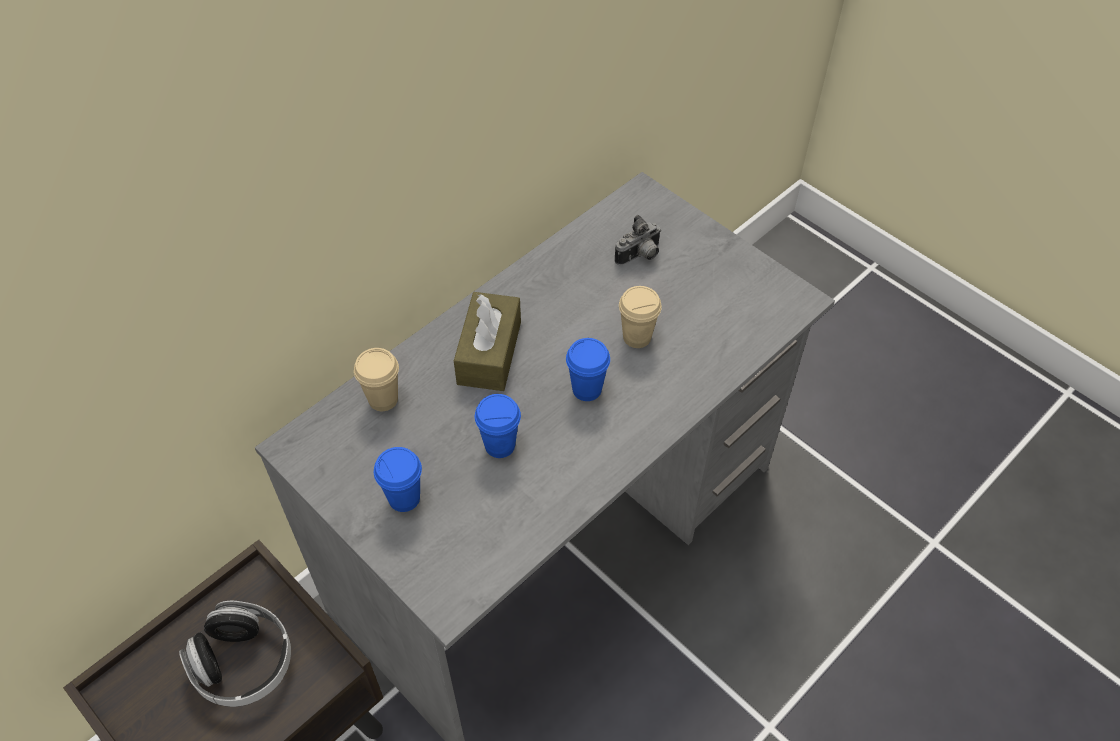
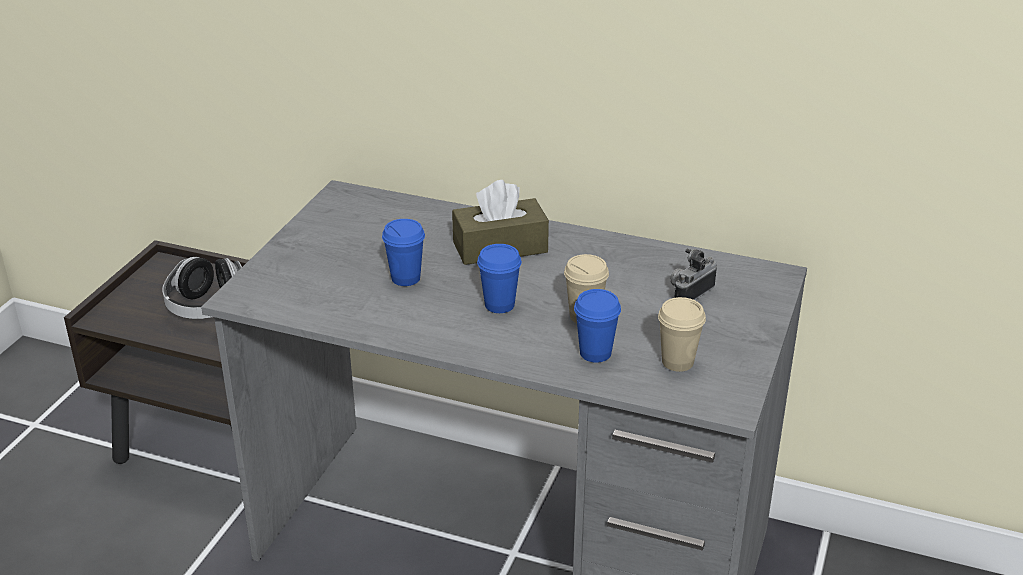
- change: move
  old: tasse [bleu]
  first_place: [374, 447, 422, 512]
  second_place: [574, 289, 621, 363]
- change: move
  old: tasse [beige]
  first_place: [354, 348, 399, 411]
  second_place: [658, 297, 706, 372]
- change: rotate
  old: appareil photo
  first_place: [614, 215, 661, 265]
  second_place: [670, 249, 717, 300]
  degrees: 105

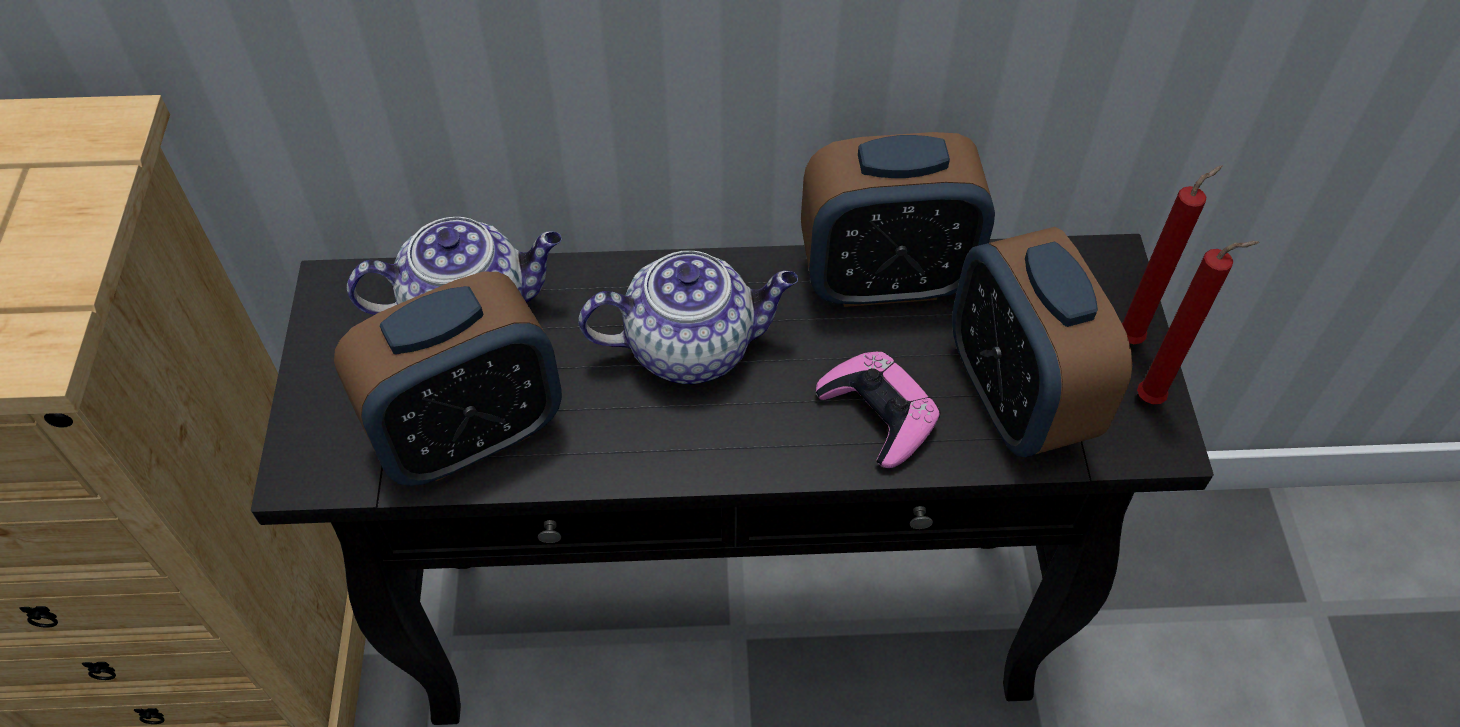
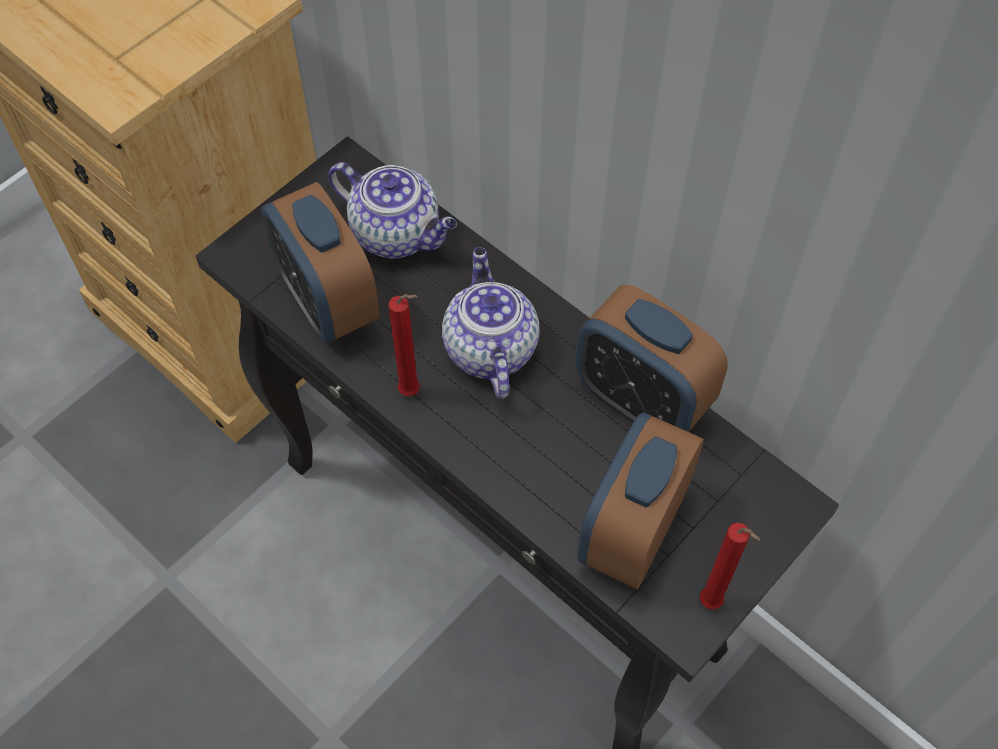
- change: rotate
  old: réveil
  first_place: [334, 271, 562, 486]
  second_place: [261, 182, 380, 343]
  degrees: 45
- change: move
  old: bougie [rouge]
  first_place: [1122, 165, 1222, 344]
  second_place: [388, 294, 420, 396]
- change: rotate
  old: théière
  first_place: [578, 251, 798, 384]
  second_place: [442, 247, 539, 399]
  degrees: -135
- change: delete
  old: manette [rose]
  first_place: [816, 352, 941, 468]

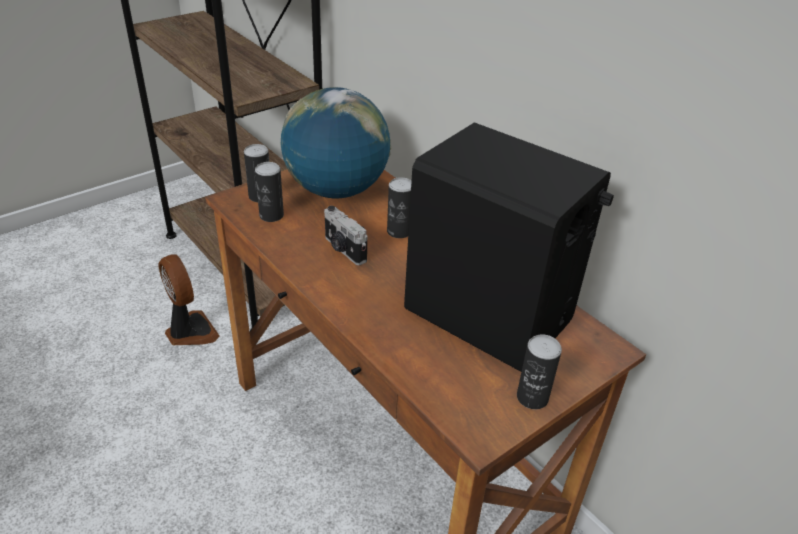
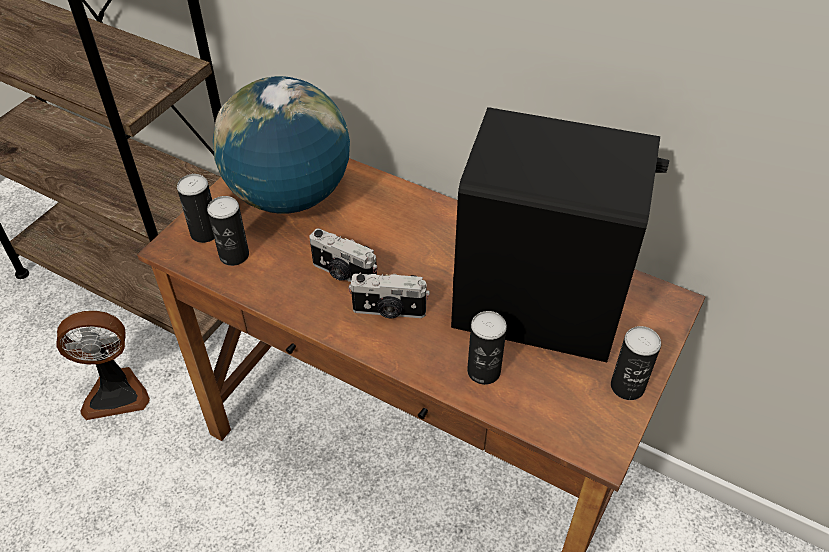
- change: rotate
  old: ventilateur
  first_place: [158, 254, 220, 345]
  second_place: [56, 311, 150, 420]
  degrees: 135
- change: insert
  new: appareil photo
  second_place: [349, 274, 430, 319]
- change: move
  old: boîte métallique
  first_place: [387, 177, 411, 238]
  second_place: [467, 311, 507, 385]

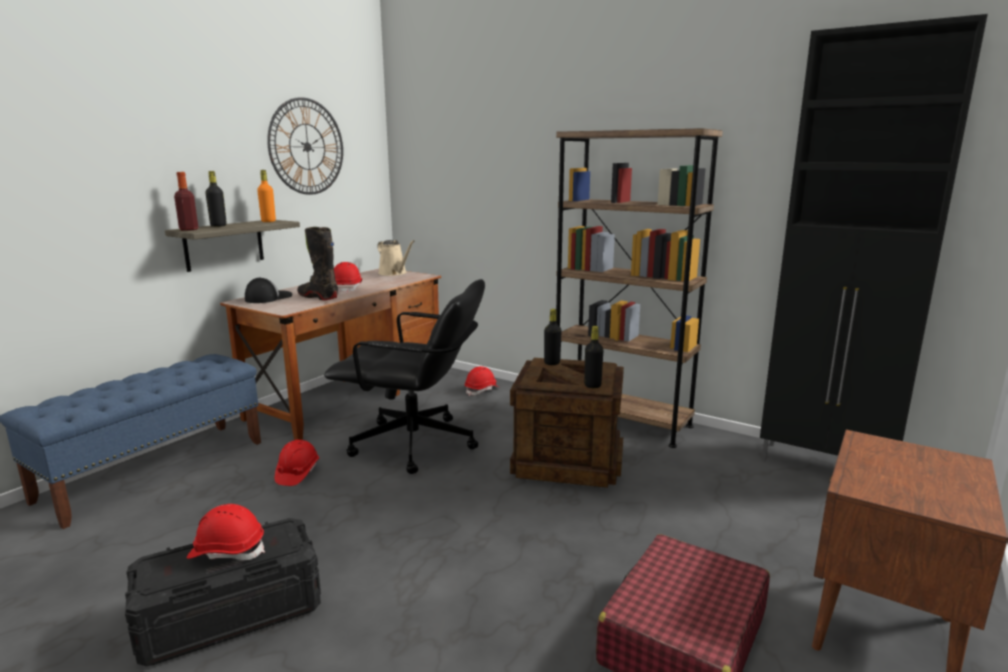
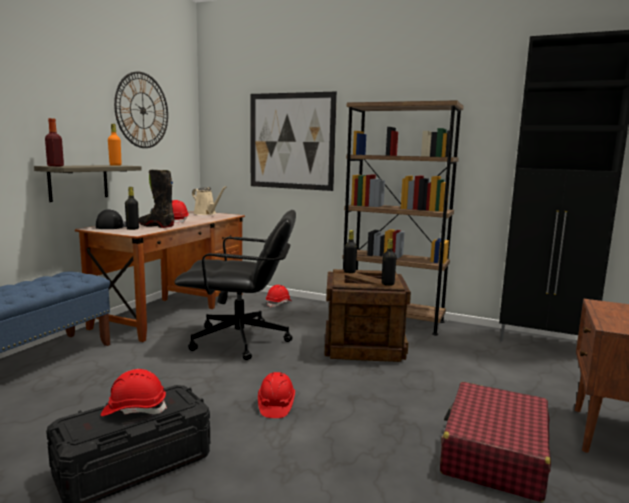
- change: move
  old: bouteille [noir]
  first_place: [205, 171, 227, 227]
  second_place: [125, 187, 139, 230]
- change: insert
  new: tableau
  second_place: [251, 92, 337, 191]
- change: move
  old: casque de chantier [rouge]
  first_place: [275, 440, 319, 486]
  second_place: [258, 372, 295, 418]

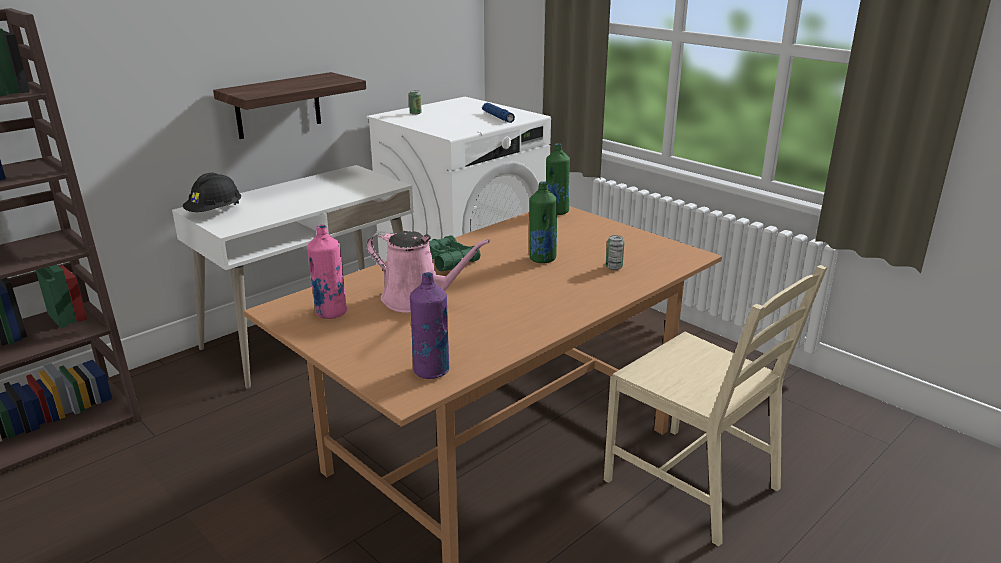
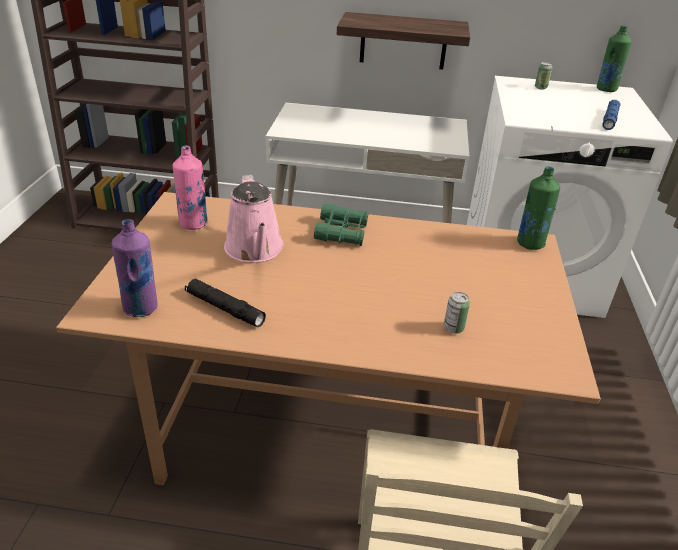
- change: insert
  new: lampe de poche [noir]
  second_place: [185, 279, 266, 327]
- change: move
  old: bouteille [vert]
  first_place: [529, 181, 557, 263]
  second_place: [597, 25, 632, 92]
- change: delete
  old: casque de chantier [noir]
  first_place: [183, 173, 241, 212]

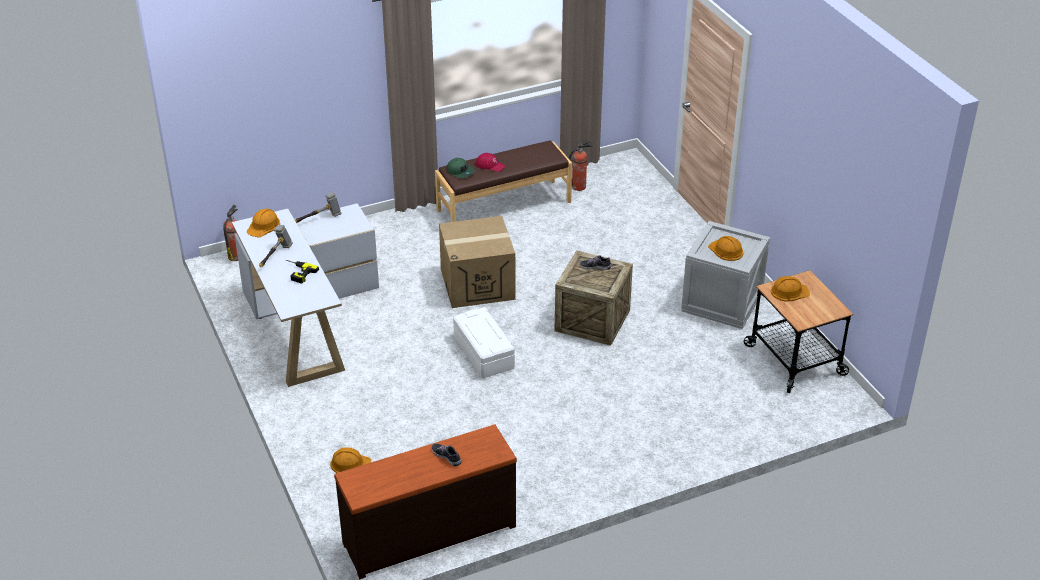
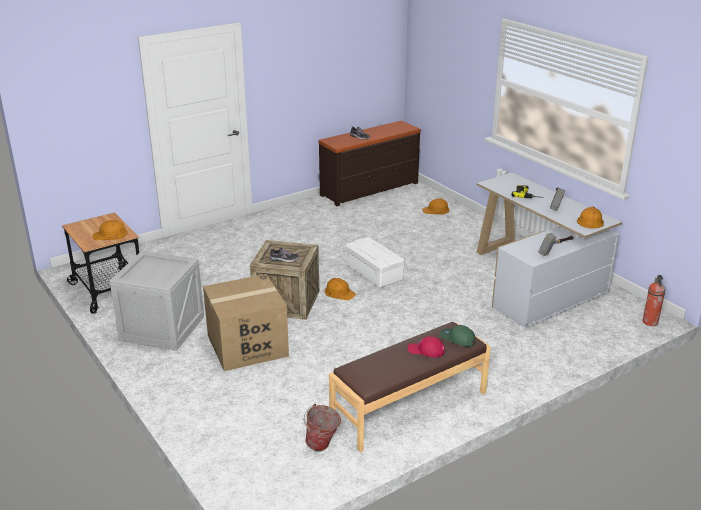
- change: move
  old: carton
  first_place: [439, 216, 515, 308]
  second_place: [203, 274, 289, 371]
- change: replace
  old: extincteur
  new: seau
  first_place: [569, 140, 593, 191]
  second_place: [304, 403, 341, 451]
- change: move
  old: casque de chantier [orange]
  first_place: [708, 236, 744, 261]
  second_place: [325, 278, 356, 300]

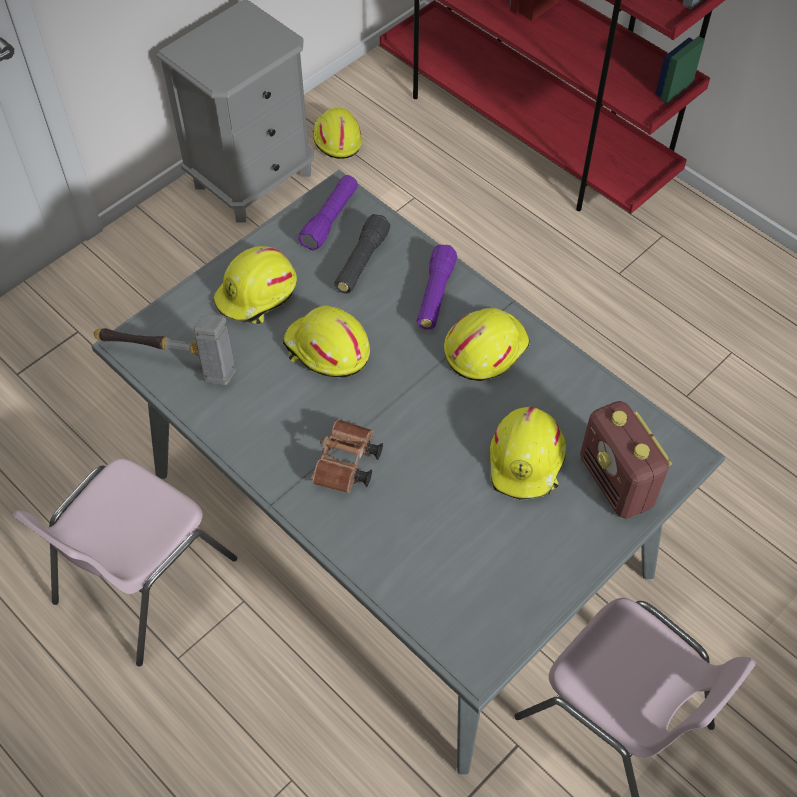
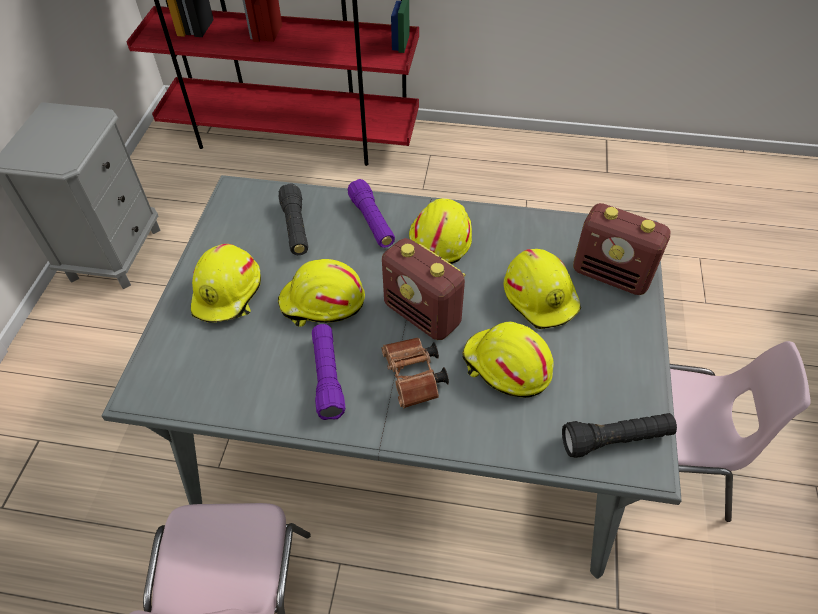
- change: move
  old: lampe de poche [violet]
  first_place: [298, 175, 358, 251]
  second_place: [312, 324, 346, 420]
- change: insert
  new: radio
  second_place: [382, 238, 466, 340]
- change: move
  old: casque de chantier [jaune]
  first_place: [312, 108, 362, 159]
  second_place: [463, 322, 554, 398]
- change: insert
  new: lampe de poche [noir]
  second_place: [562, 413, 677, 458]
- change: delete
  old: marteau
  first_place: [93, 314, 236, 385]

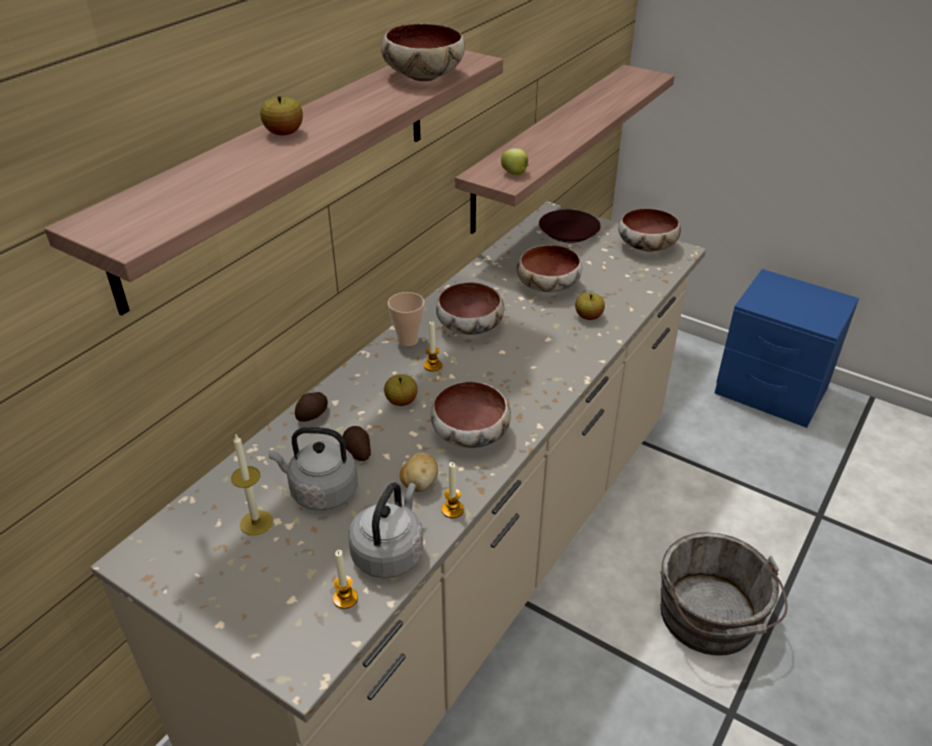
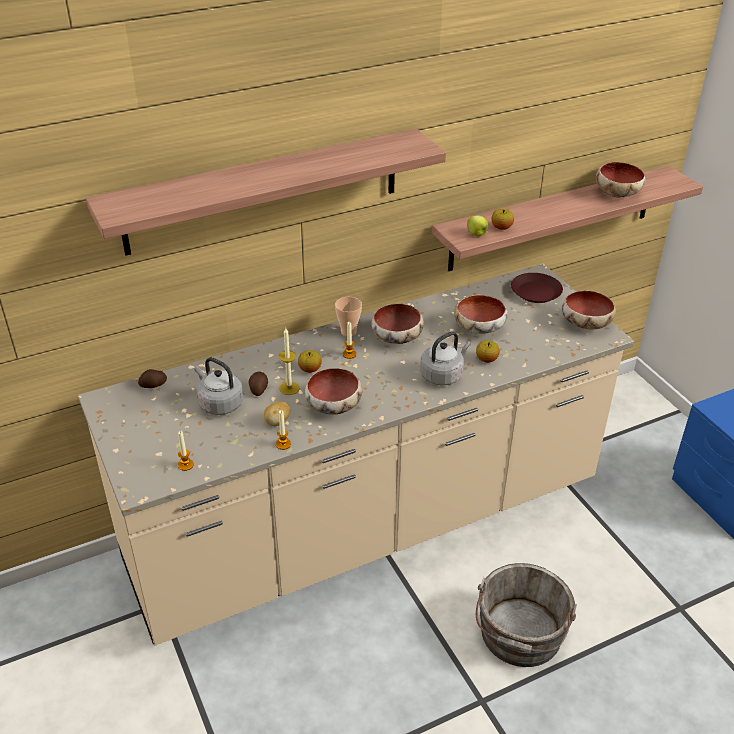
- change: move
  old: pomme de terre
  first_place: [295, 392, 328, 422]
  second_place: [138, 369, 167, 388]
- change: move
  old: bougie
  first_place: [231, 435, 273, 535]
  second_place: [279, 328, 300, 395]
- change: move
  old: bouilloire [gris]
  first_place: [348, 482, 424, 578]
  second_place: [420, 332, 471, 386]
- change: move
  old: pomme
  first_place: [260, 96, 303, 135]
  second_place: [492, 209, 514, 230]
- change: move
  old: bol
  first_place: [381, 24, 465, 81]
  second_place: [596, 162, 645, 198]

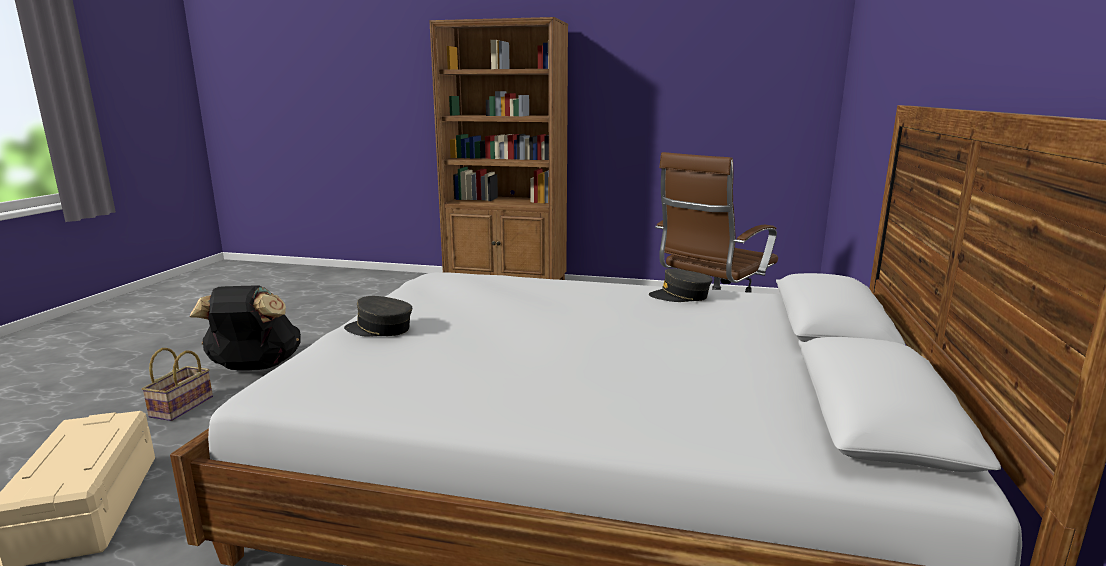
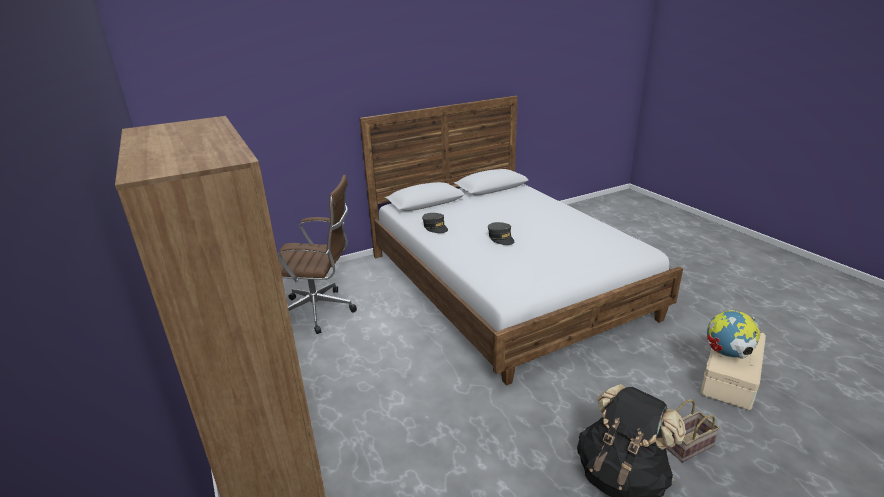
- change: move
  old: casquette [gris]
  first_place: [344, 296, 412, 337]
  second_place: [488, 222, 514, 245]
- change: insert
  new: globe
  second_place: [707, 310, 761, 359]

